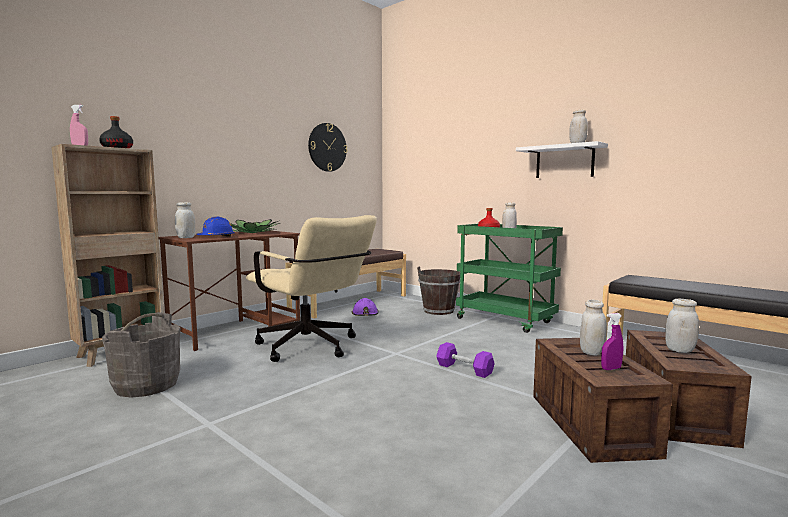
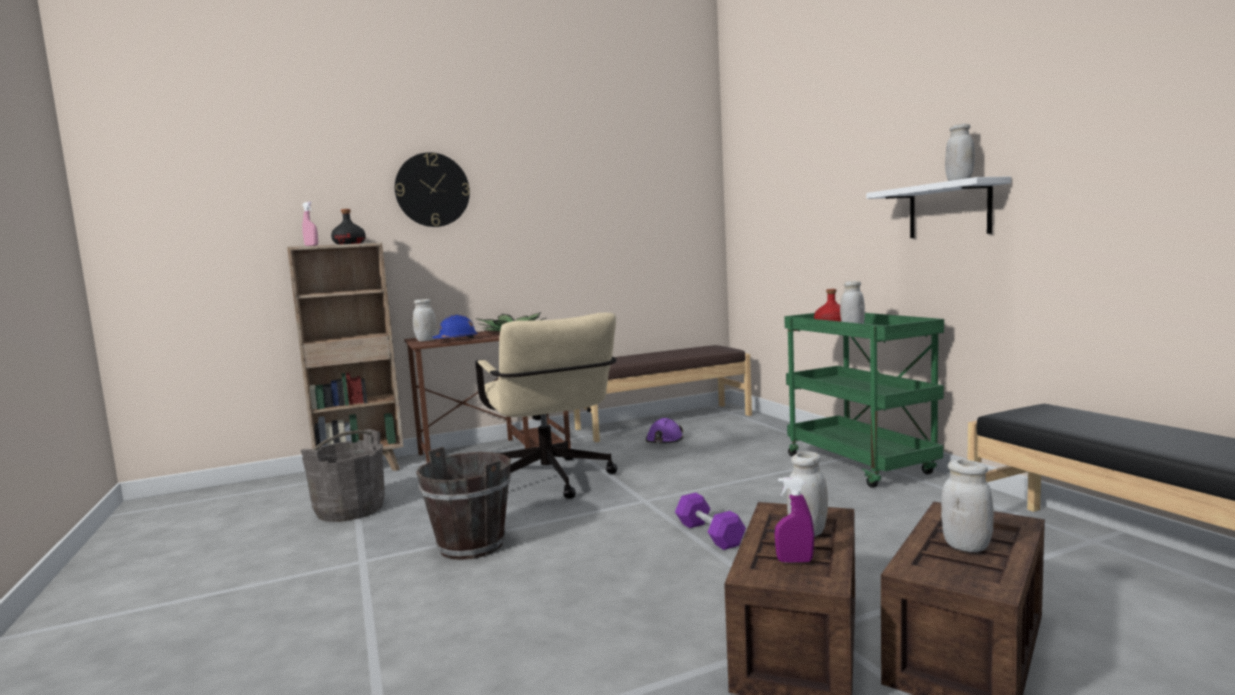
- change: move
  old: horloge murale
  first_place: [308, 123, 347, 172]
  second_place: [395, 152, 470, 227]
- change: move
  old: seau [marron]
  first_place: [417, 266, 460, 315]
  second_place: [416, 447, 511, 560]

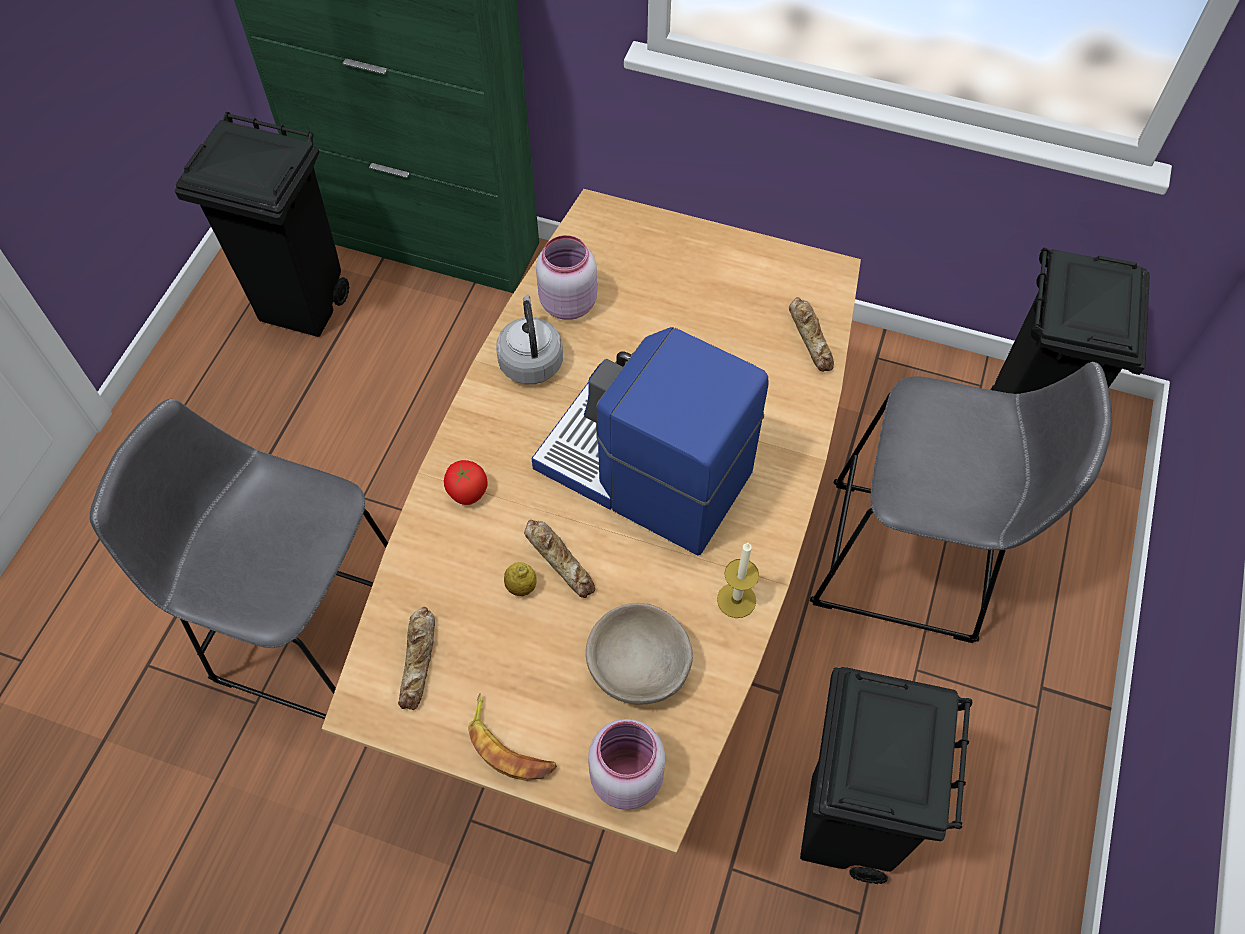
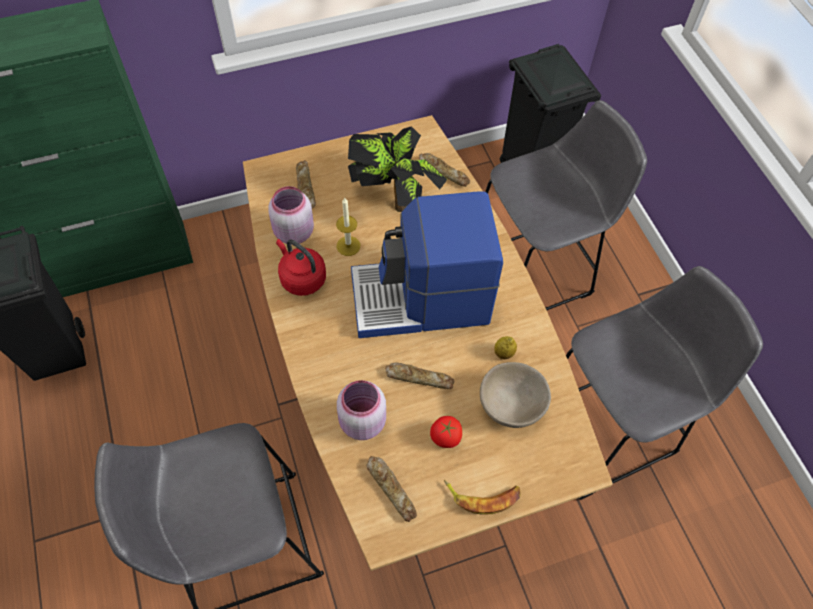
- change: recolor
  old: bouilloire [gris]
  new: bouilloire [rouge]
  first_place: [496, 295, 563, 384]
  second_place: [276, 239, 326, 296]
- change: insert
  new: pain
  second_place: [296, 160, 316, 208]
- change: move
  old: bougie
  first_place: [717, 543, 759, 618]
  second_place: [336, 198, 360, 256]
- change: move
  old: bocal [rose]
  first_place: [588, 719, 665, 810]
  second_place: [337, 380, 386, 440]
- change: insert
  new: plante en pot
  second_place: [348, 126, 447, 212]
- change: move
  old: tomate
  first_place: [444, 460, 488, 505]
  second_place: [430, 416, 462, 448]
- change: move
  old: citron
  first_place: [504, 562, 537, 596]
  second_place: [494, 336, 517, 359]
- change: replace
  old: poubelle [noir]
  new: tabouret [gris]
  first_place: [800, 667, 972, 884]
  second_place: [566, 266, 763, 500]

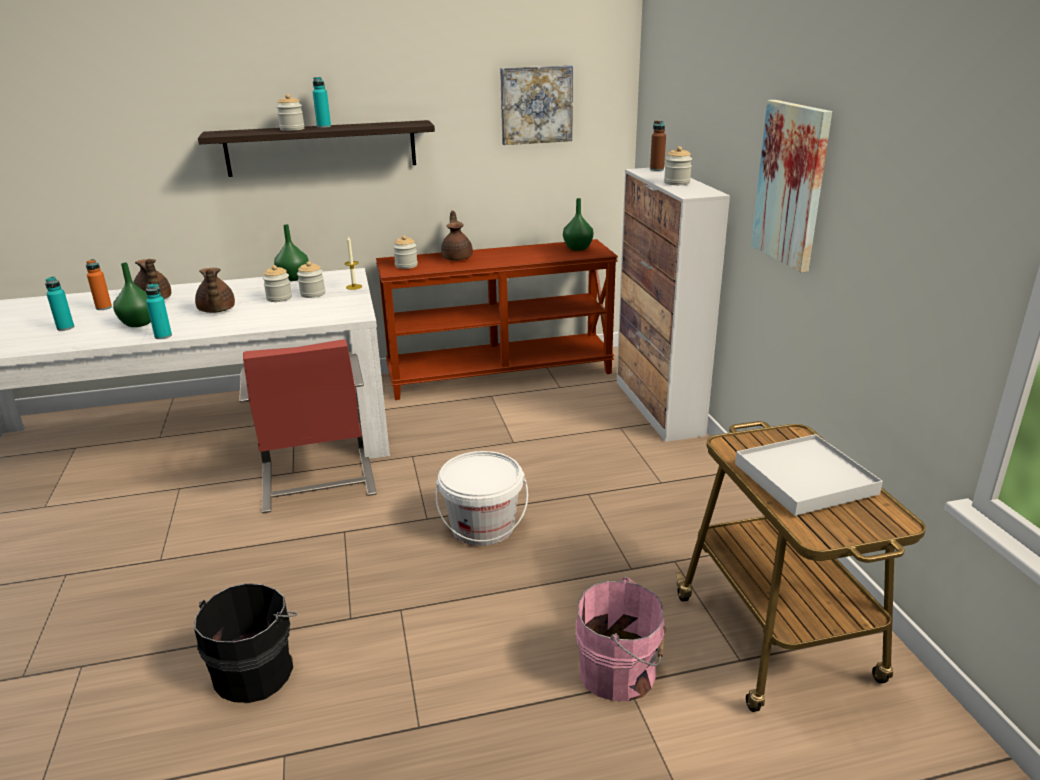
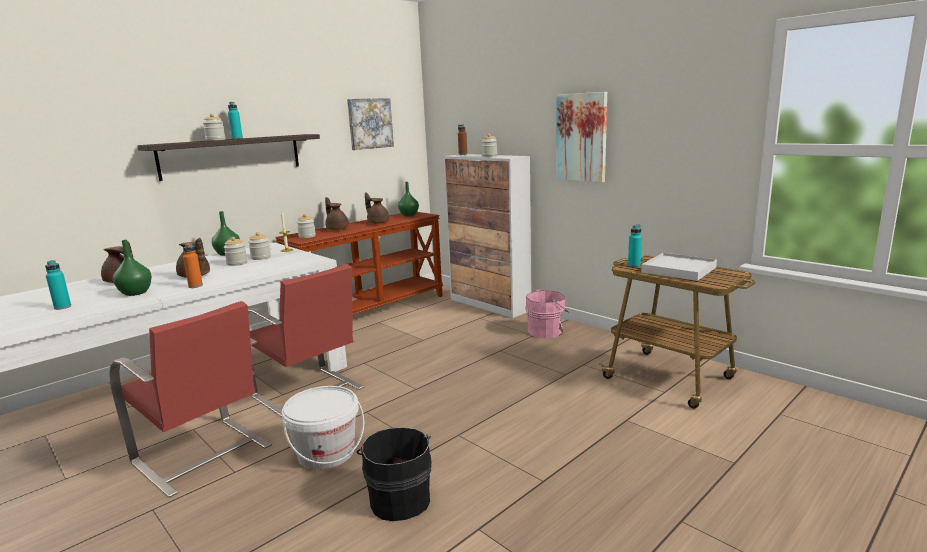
- change: insert
  new: chaise [rouge]
  second_place: [109, 301, 272, 498]
- change: move
  old: bouteille [orange]
  first_place: [86, 259, 112, 310]
  second_place: [183, 243, 203, 288]
- change: move
  old: seau [blanc]
  first_place: [436, 451, 528, 546]
  second_place: [282, 386, 364, 470]
- change: insert
  new: théière [marron]
  second_place: [365, 193, 389, 224]
- change: move
  old: seau [rose]
  first_place: [576, 577, 666, 701]
  second_place: [525, 289, 569, 338]
- change: move
  old: bouteille [turquoise]
  first_place: [146, 284, 172, 339]
  second_place: [628, 224, 642, 267]

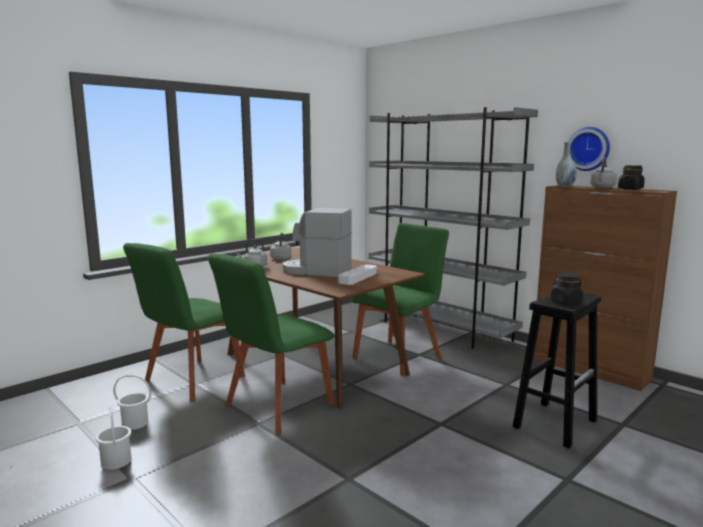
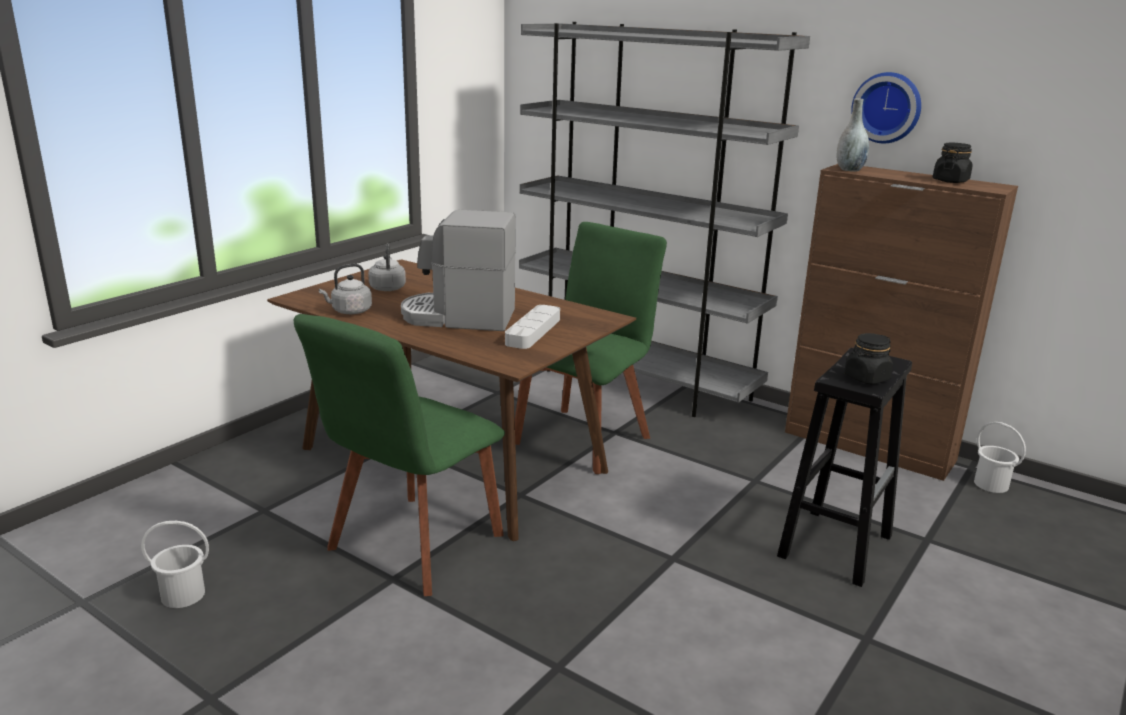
- change: move
  old: seau [blanc]
  first_place: [95, 404, 131, 470]
  second_place: [974, 422, 1026, 493]
- change: delete
  old: chaise [vert]
  first_place: [123, 243, 245, 402]
- change: delete
  old: bouilloire [gris]
  first_place: [590, 157, 617, 188]

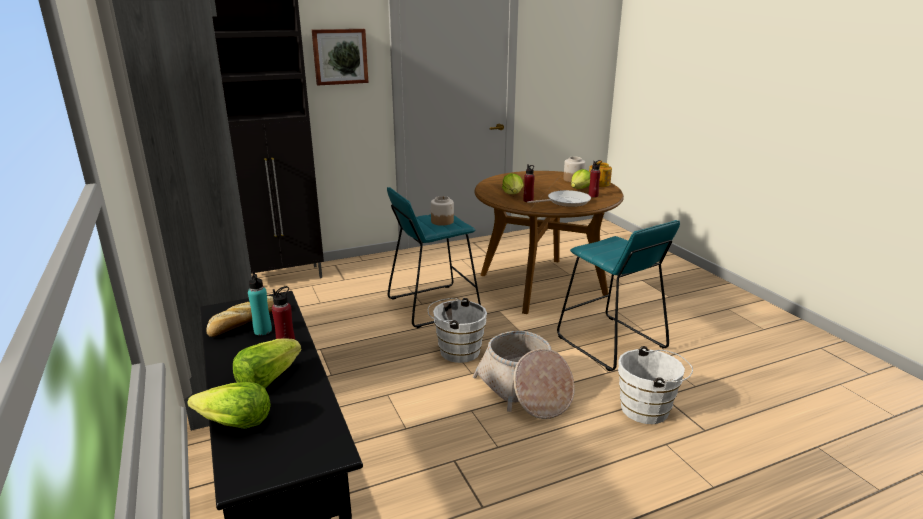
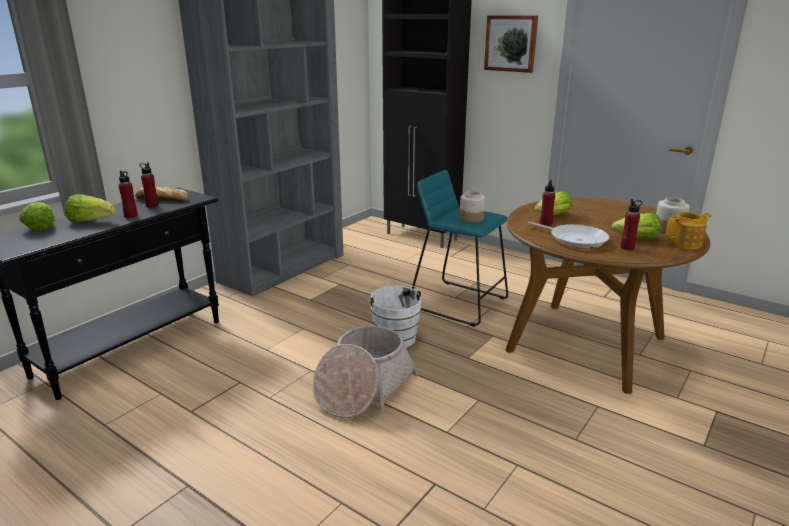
- change: recolor
  old: bouteille [turquoise]
  new: bouteille [rouge]
  first_place: [248, 271, 272, 335]
  second_place: [140, 162, 159, 208]
- change: delete
  old: tabouret [turquoise]
  first_place: [557, 220, 680, 371]
- change: delete
  old: seau [blanc]
  first_place: [618, 346, 693, 424]

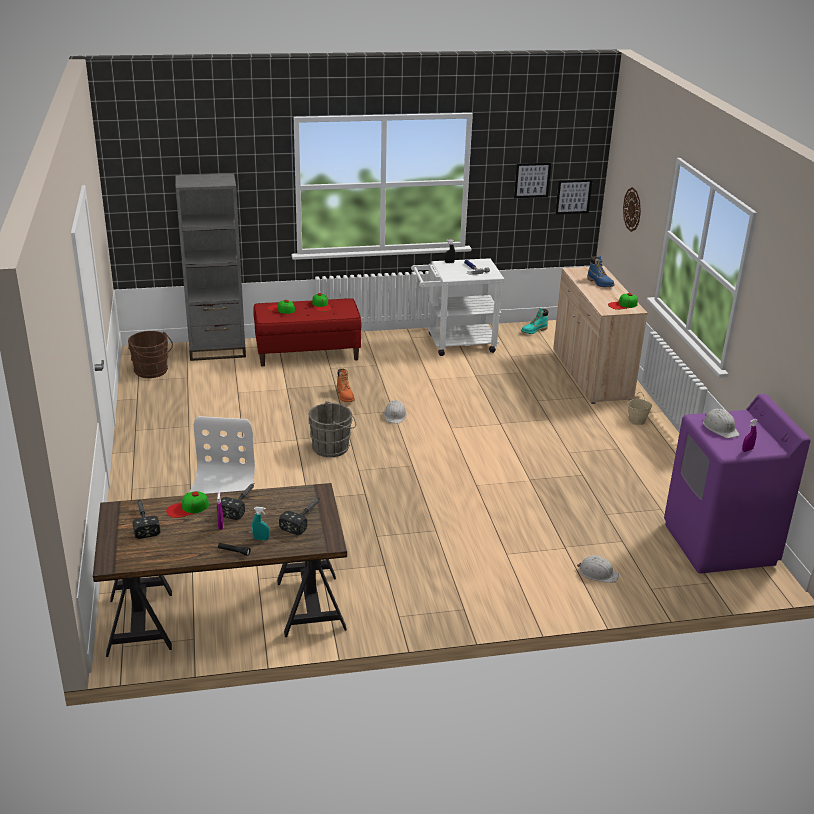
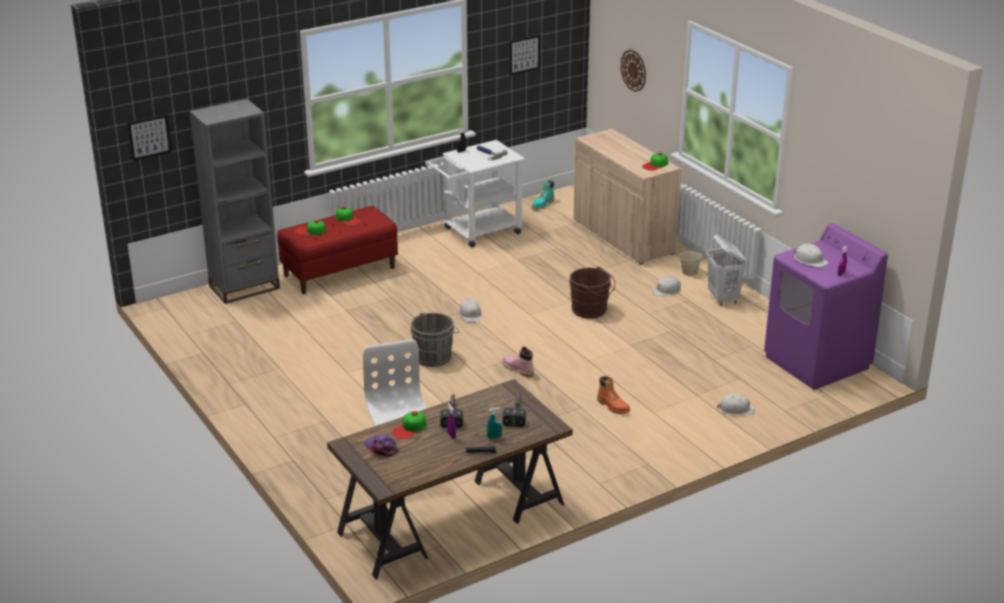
- change: move
  old: tableau
  first_place: [555, 179, 592, 214]
  second_place: [127, 114, 172, 161]
- change: replace
  old: marteau
  new: casquette [violet]
  first_place: [133, 500, 160, 539]
  second_place: [365, 434, 399, 457]
- change: insert
  new: botte [rose]
  second_place: [503, 347, 534, 378]
- change: move
  old: seau [marron]
  first_place: [128, 331, 173, 378]
  second_place: [570, 267, 615, 319]
- change: move
  old: botte [orange]
  first_place: [337, 369, 355, 402]
  second_place: [597, 376, 630, 414]
- change: insert
  new: casque de chantier [blanc]
  second_place: [651, 276, 681, 296]
- change: insert
  new: panier à linge [blanc]
  second_place: [707, 234, 746, 306]
- change: delete
  old: botte [bleu]
  first_place: [587, 256, 615, 287]

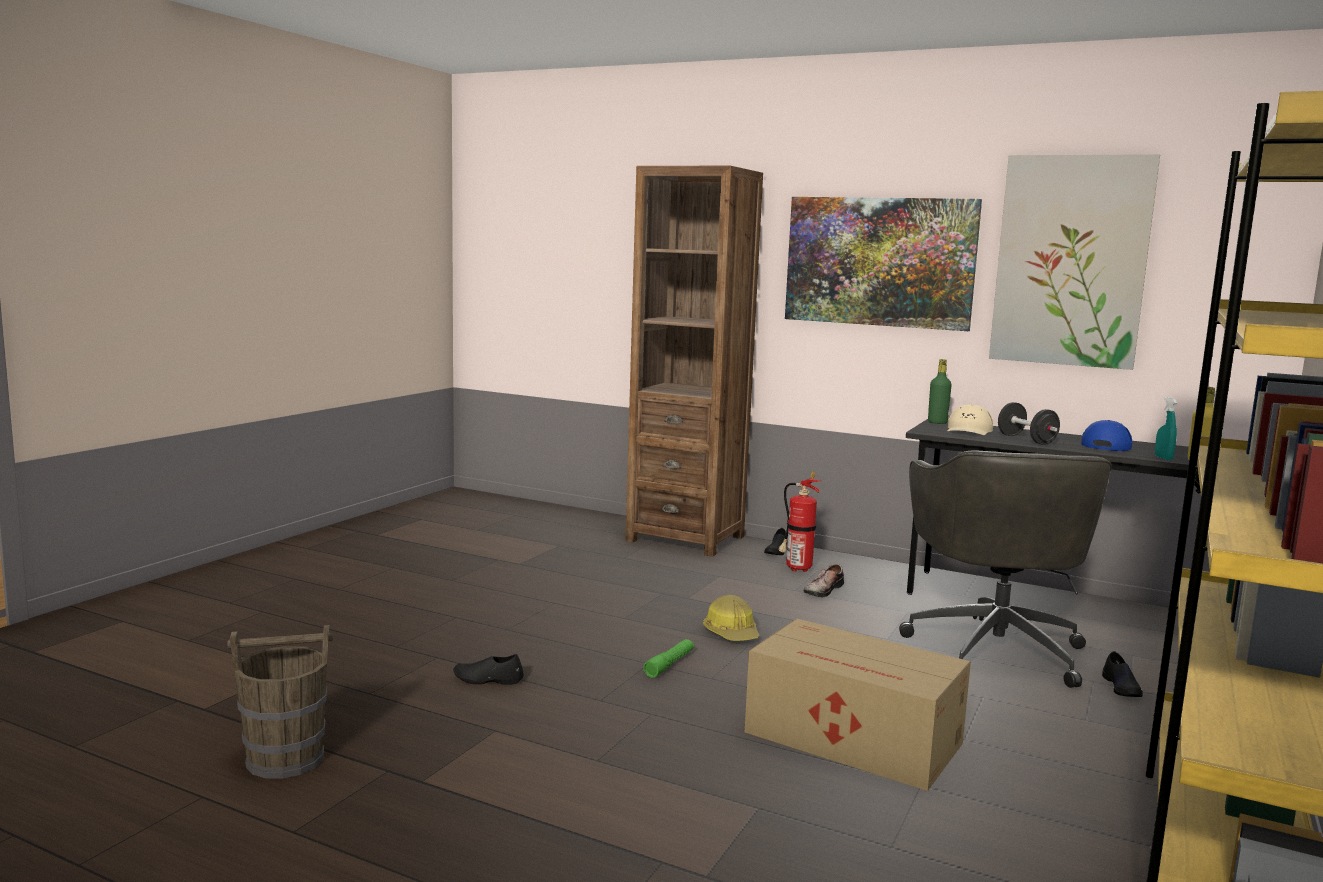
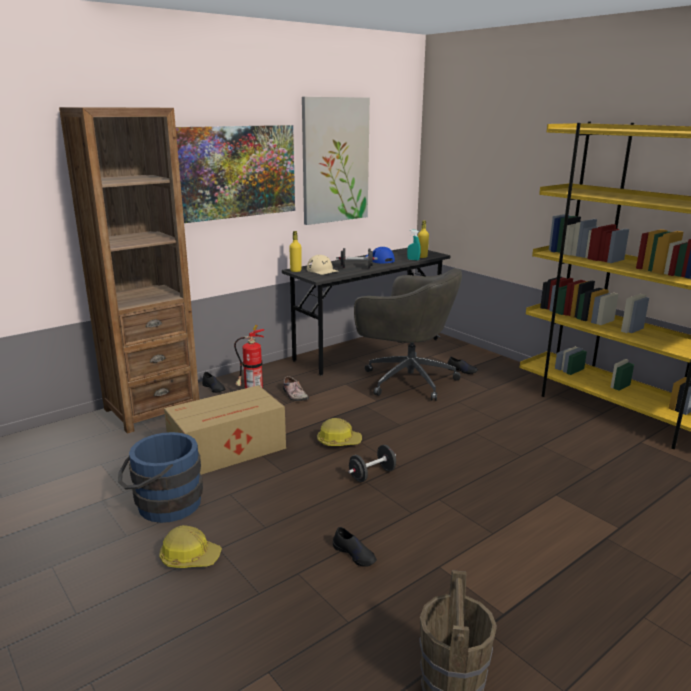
- change: insert
  new: seau [bleu]
  second_place: [118, 432, 203, 523]
- change: insert
  new: casque de chantier
  second_place: [159, 525, 222, 568]
- change: move
  old: carton
  first_place: [745, 618, 971, 791]
  second_place: [164, 385, 286, 475]
- change: recolor
  old: bouteille [vert]
  new: bouteille [jaune]
  first_place: [928, 359, 952, 424]
  second_place: [289, 231, 302, 272]
- change: rotate
  old: chaussure [noir]
  first_place: [453, 654, 524, 685]
  second_place: [333, 527, 377, 567]
  degrees: -75
- change: replace
  old: lampe de poche [vert]
  new: haltère [noir]
  first_place: [643, 639, 694, 678]
  second_place: [348, 445, 396, 482]

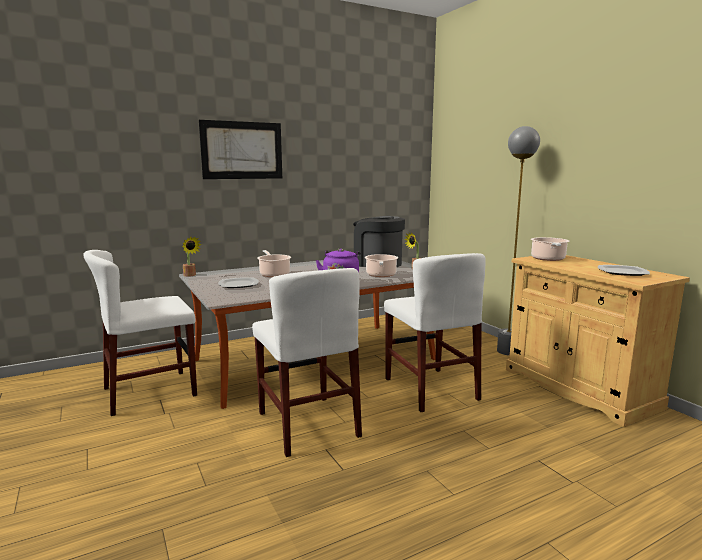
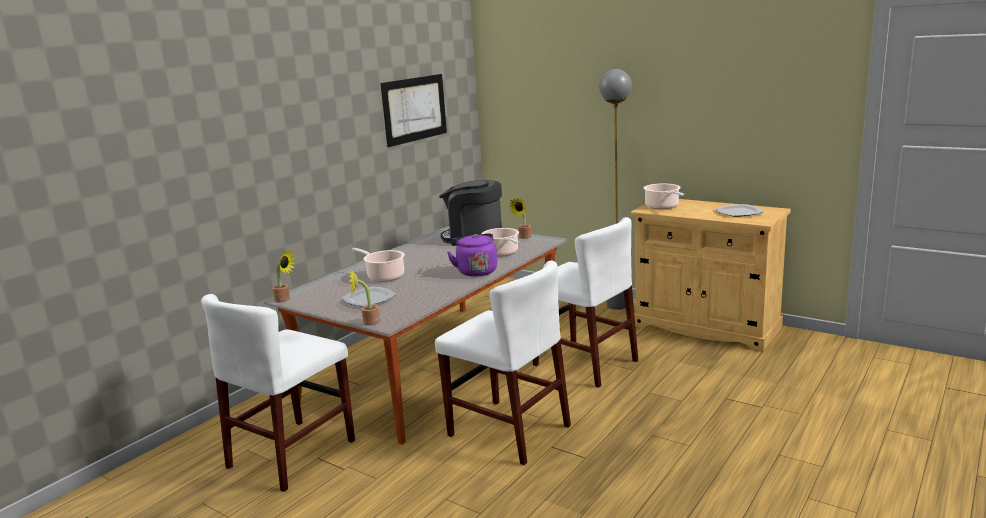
- change: insert
  new: plante en pot
  second_place: [349, 270, 380, 325]
- change: move
  old: tableau
  first_place: [199, 120, 282, 179]
  second_place: [381, 74, 447, 147]

